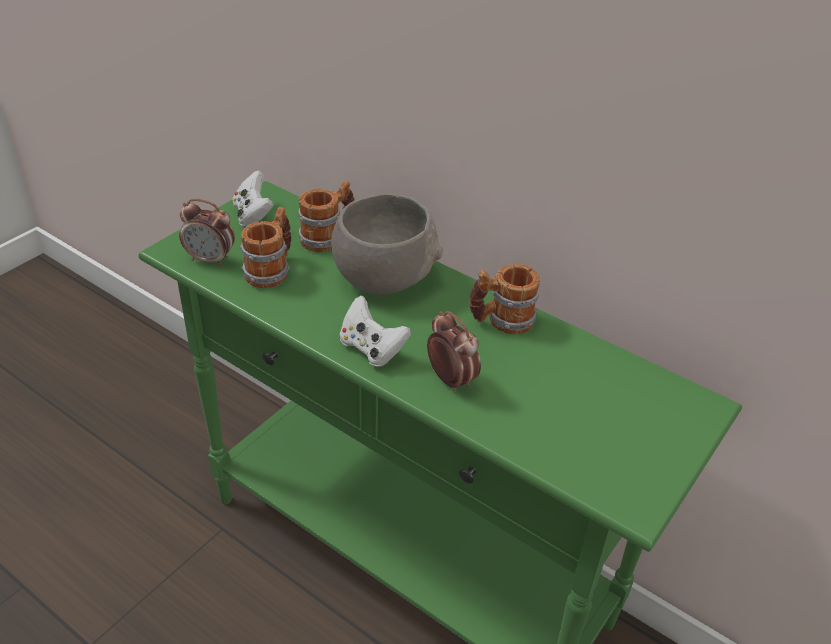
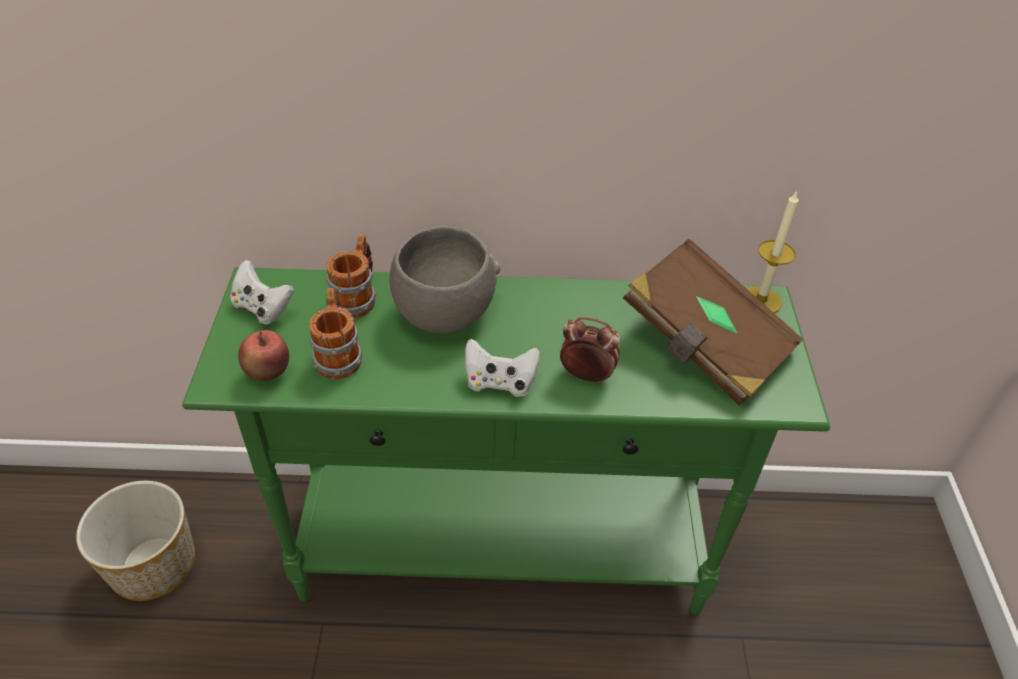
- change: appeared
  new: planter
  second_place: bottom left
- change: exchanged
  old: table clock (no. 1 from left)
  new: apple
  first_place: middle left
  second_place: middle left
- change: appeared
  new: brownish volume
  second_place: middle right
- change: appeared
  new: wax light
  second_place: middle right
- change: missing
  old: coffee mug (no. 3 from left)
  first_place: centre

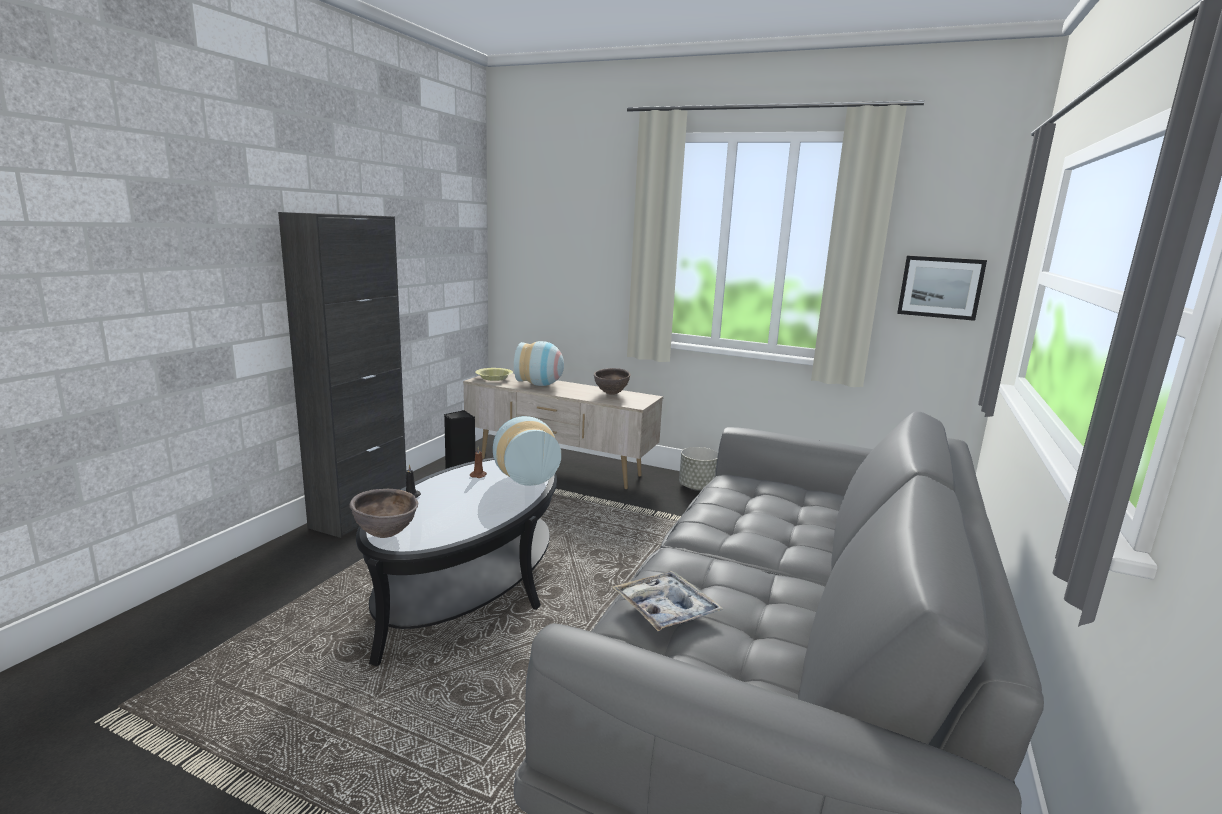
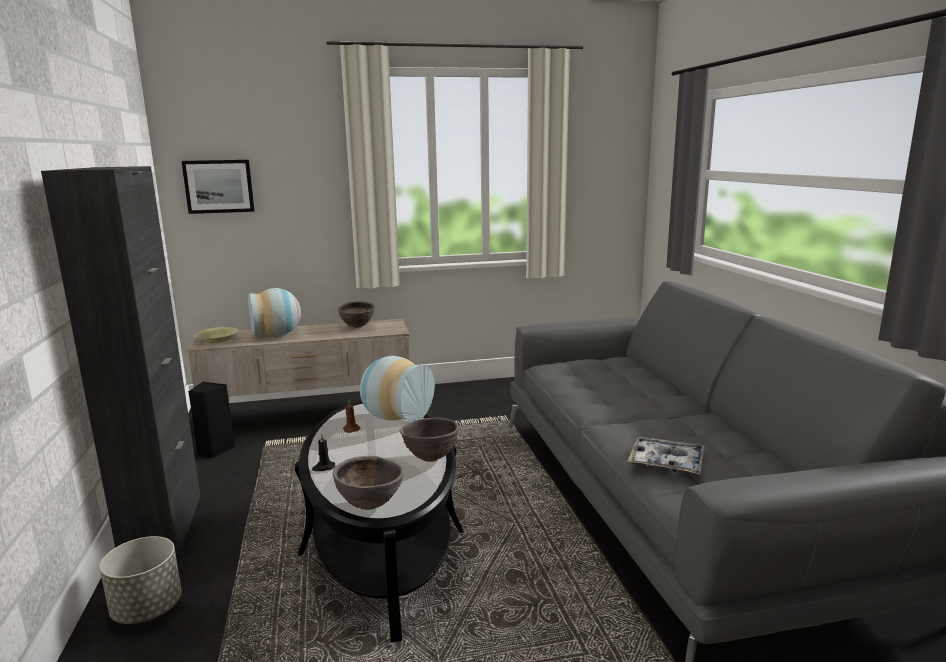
- change: relocated
  old: grey planter
  first_place: centre
  second_place: bottom left
- change: relocated
  old: wall picture
  first_place: middle right
  second_place: top left
- change: appeared
  new: brownish bowl (no. 3 from left)
  second_place: centre

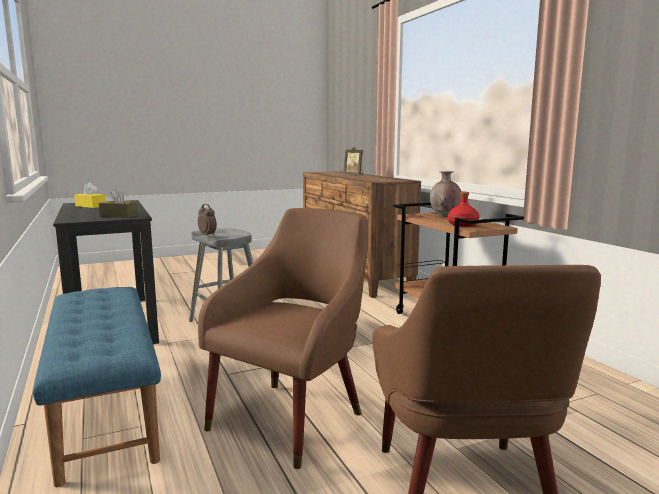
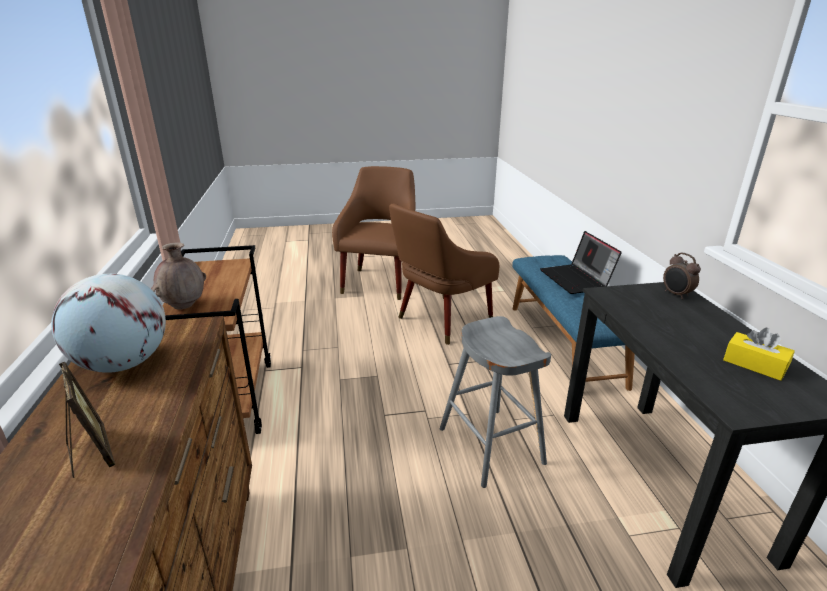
- change: appeared
  new: world globe
  second_place: middle left
- change: appeared
  new: laptop
  second_place: middle right
- change: relocated
  old: table clock
  first_place: middle left
  second_place: middle right
- change: missing
  old: brownish box of tissues
  first_place: middle left
- change: missing
  old: red-coloured bottle
  first_place: middle right

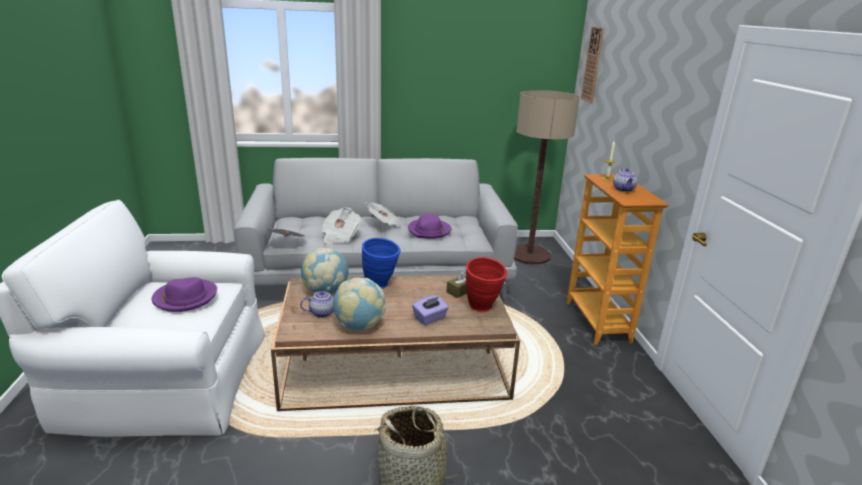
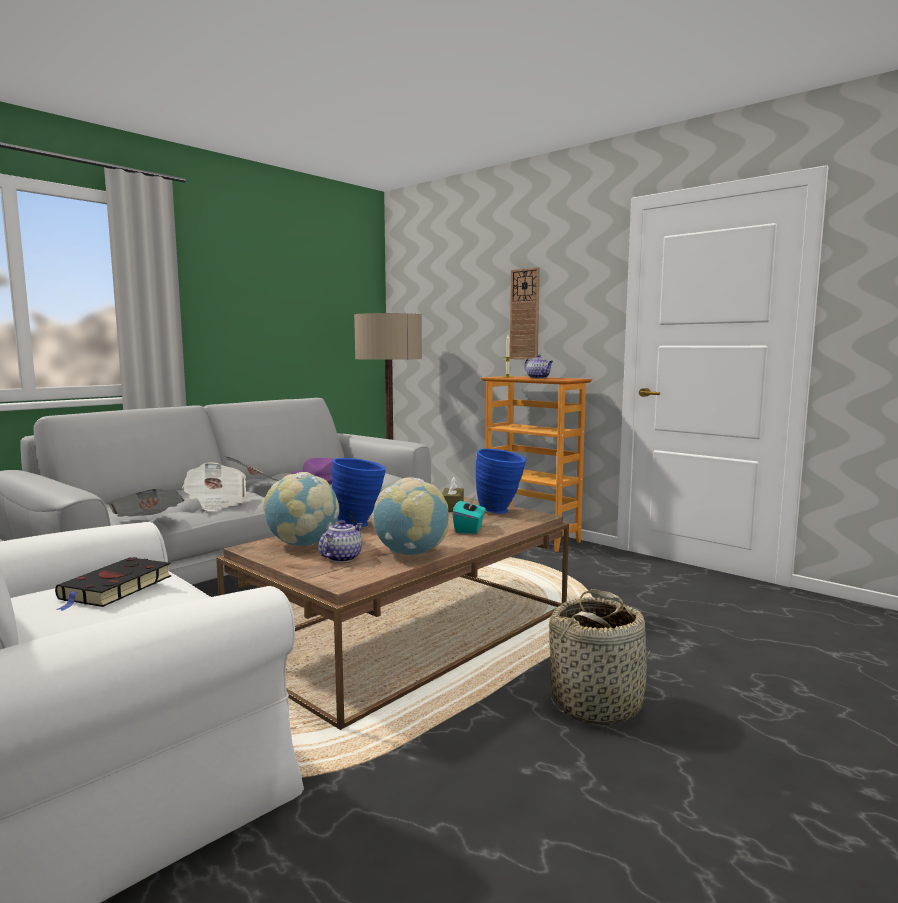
- change: exchanged
  old: purplish wearable hat (no. 1 from left)
  new: black volume
  first_place: middle left
  second_place: middle left
- change: colour
  old: purplish box of tissues
  new: turquoise-coloured box of tissues
  first_place: centre
  second_place: centre
- change: colour
  old: red-coloured flower vase
  new: blue-coloured flower vase (no. 2 from left)
  first_place: centre
  second_place: centre
- change: relocated
  old: clock on the wall
  first_place: top right
  second_place: centre

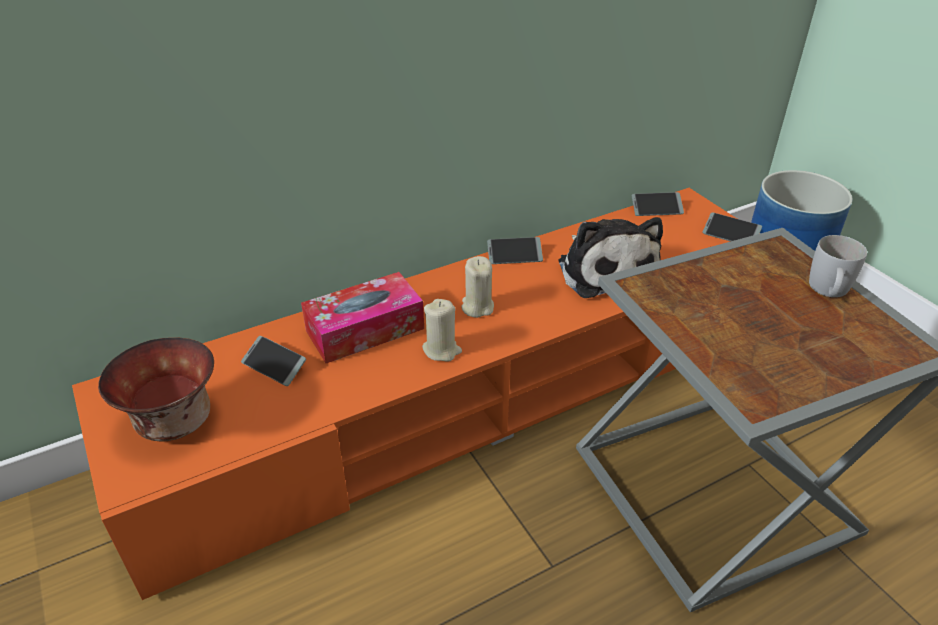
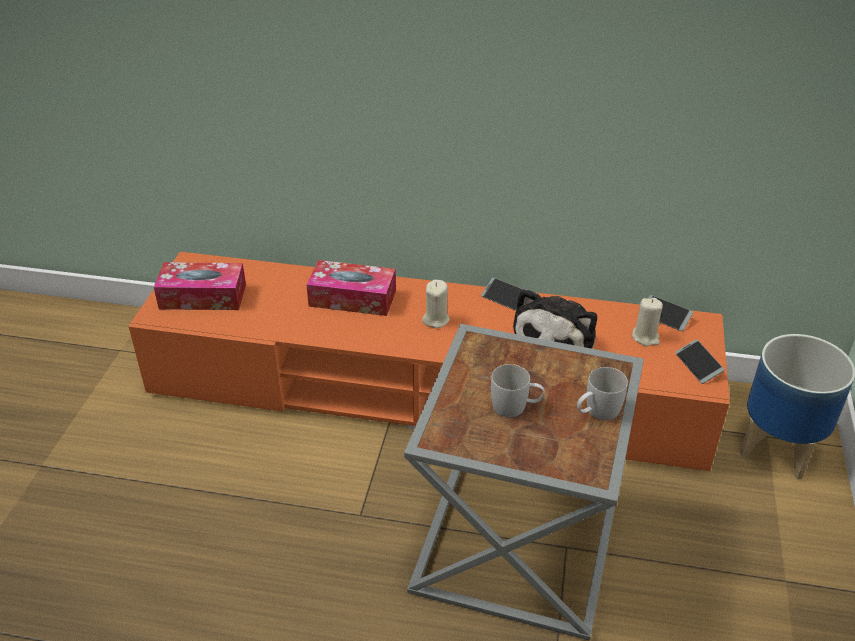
- change: exchanged
  old: bowl
  new: box of tissues (no. 1 from left)
  first_place: middle left
  second_place: middle left
- change: appeared
  new: white coffee mug (no. 1 from left)
  second_place: centre
- change: relocated
  old: beige-coloured wax light (no. 1 from left in the first image)
  new: beige-coloured wax light (no. 2 from left)
  first_place: centre
  second_place: middle right
- change: missing
  old: phone (no. 1 from left)
  first_place: middle left

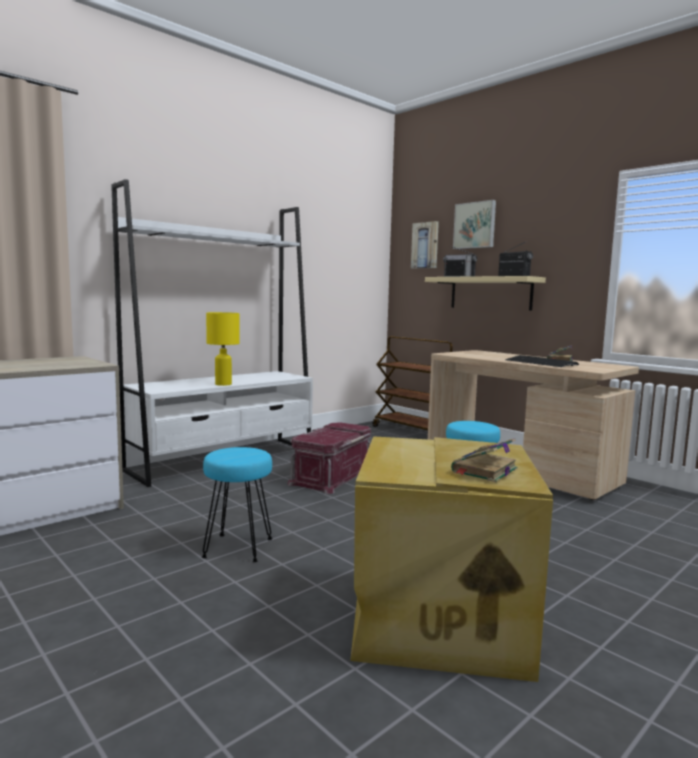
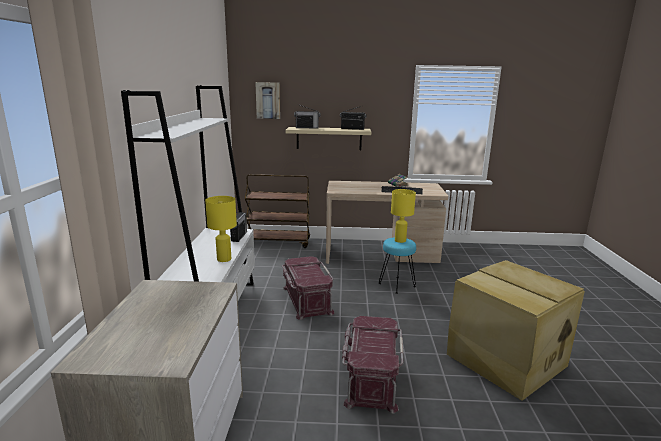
- change: appeared
  new: radio receiver (no. 1 from left)
  second_place: centre
- change: exchanged
  old: turquoise-coloured sitting stool (no. 1 from left)
  new: red-coloured storage container (no. 2 from left)
  first_place: centre
  second_place: bottom centre
- change: appeared
  new: yellow tabletop lamp (no. 2 from left)
  second_place: centre
- change: missing
  old: volume (no. 1 from left)
  first_place: middle right
- change: missing
  old: wall picture (no. 2 from left)
  first_place: top right

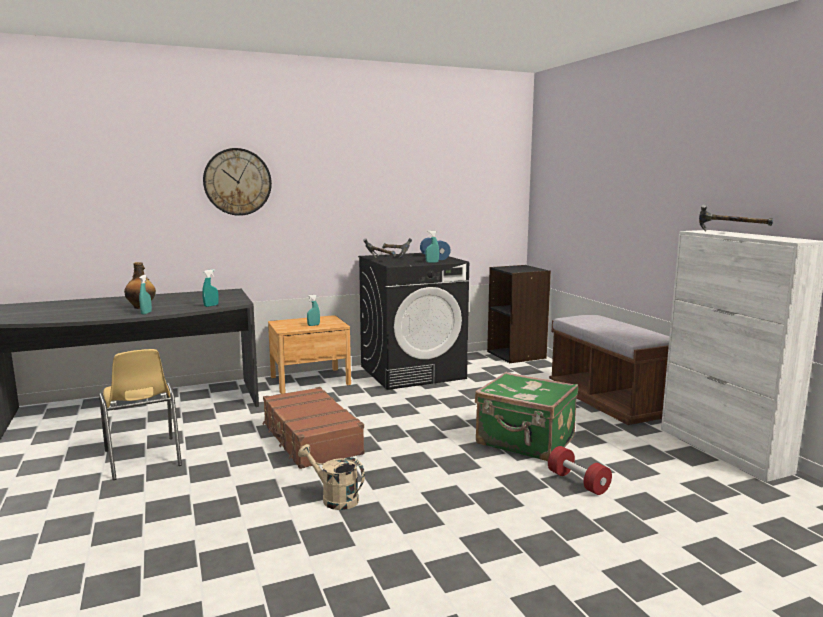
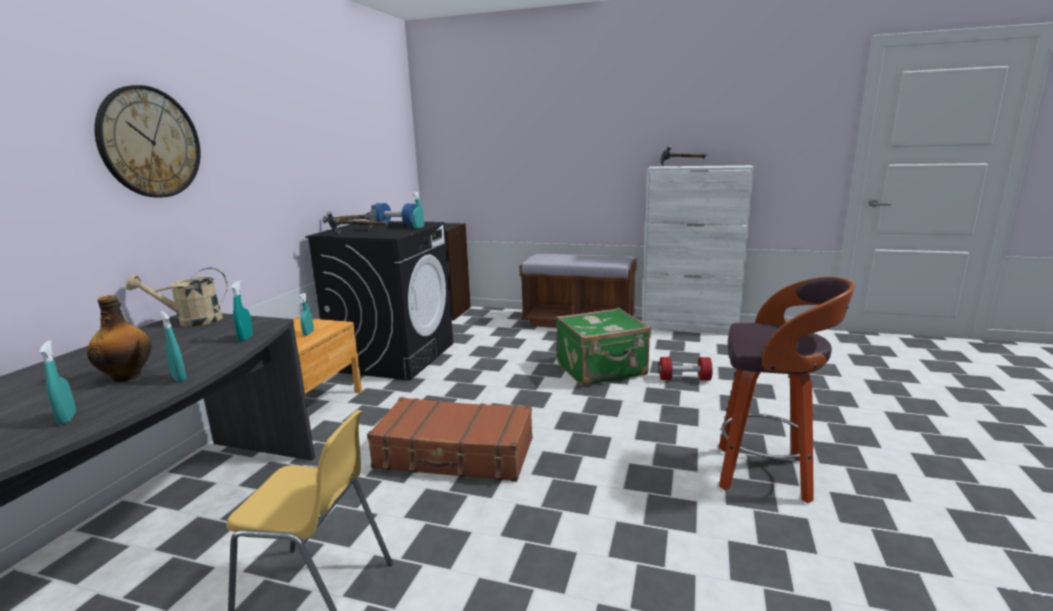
- change: appeared
  new: turquoise-coloured spray bottle (no. 1 from left)
  second_place: middle left
- change: relocated
  old: beige-coloured watering can
  first_place: bottom centre
  second_place: middle left
- change: appeared
  new: sitting stool
  second_place: middle right

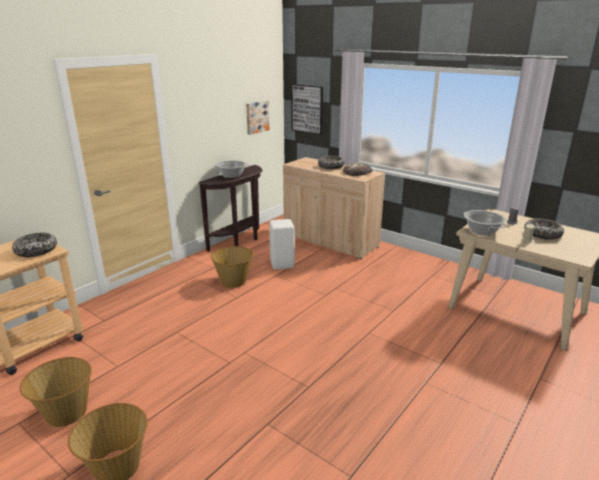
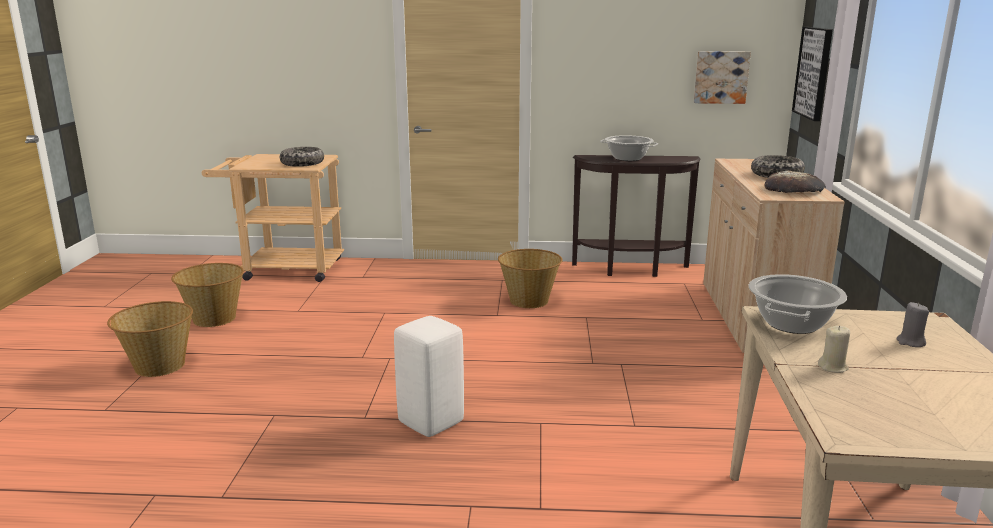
- change: relocated
  old: white sitting stool
  first_place: centre
  second_place: bottom centre
- change: missing
  old: bowl (no. 3 from left)
  first_place: middle right

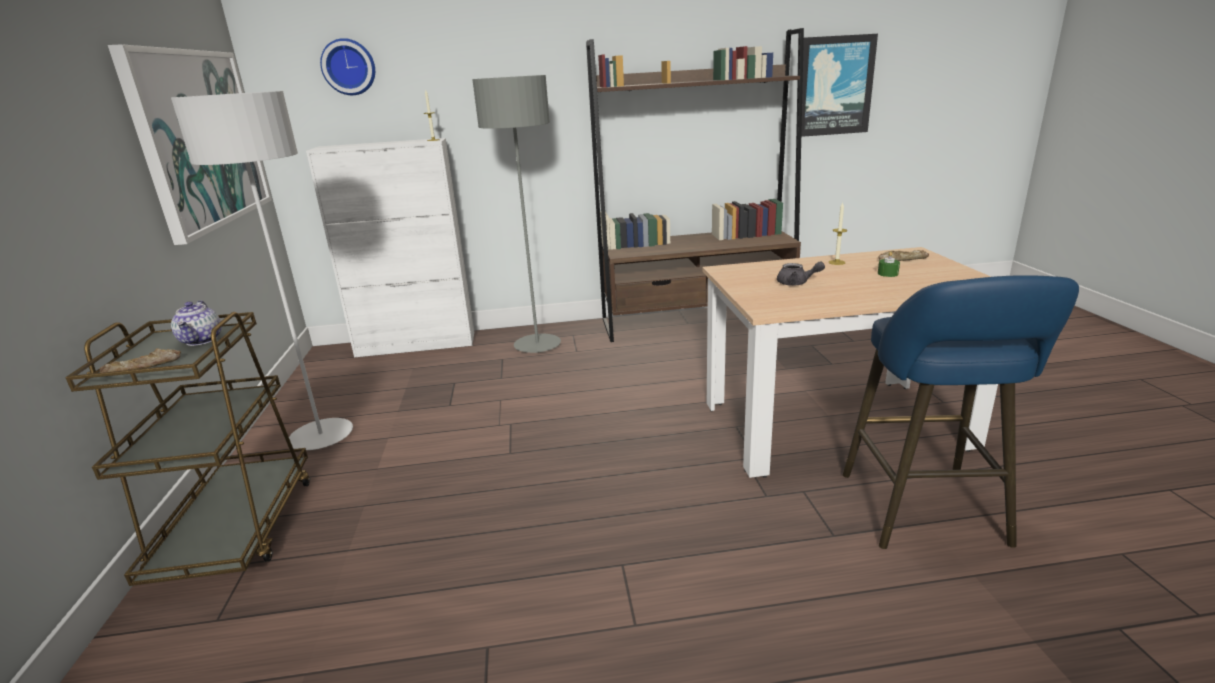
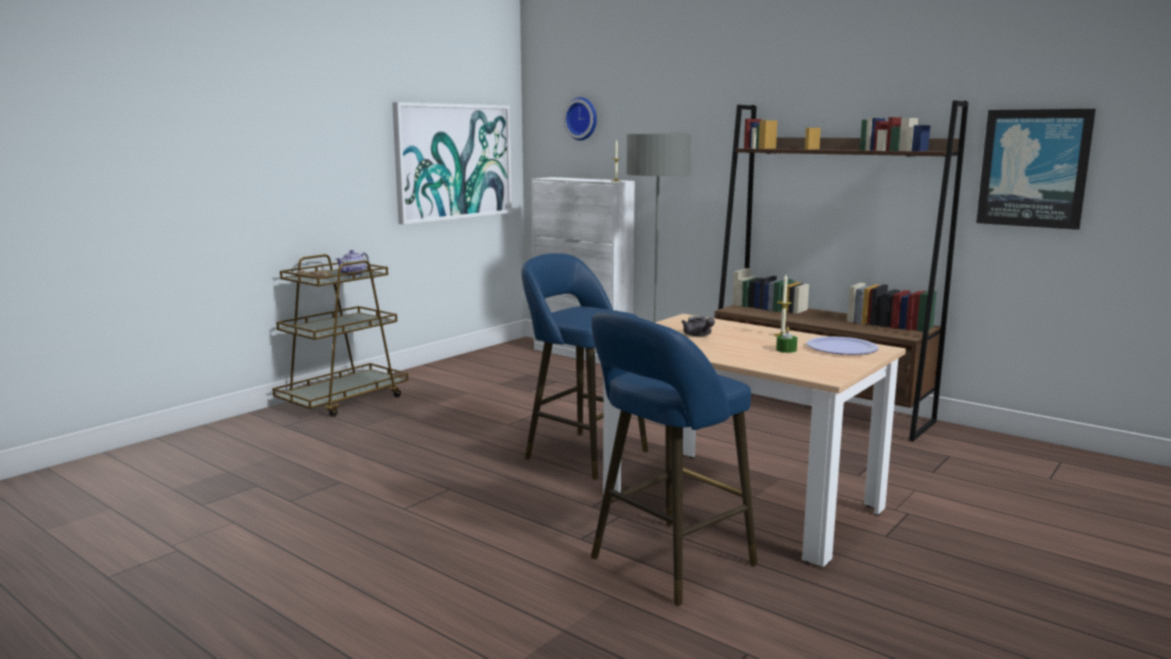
- change: appeared
  new: blue-coloured sitting stool (no. 1 from left)
  second_place: centre
- change: exchanged
  old: bread (no. 2 from left)
  new: dinner plate
  first_place: middle right
  second_place: middle right
- change: missing
  old: grey standing lamp (no. 1 from left)
  first_place: middle left

